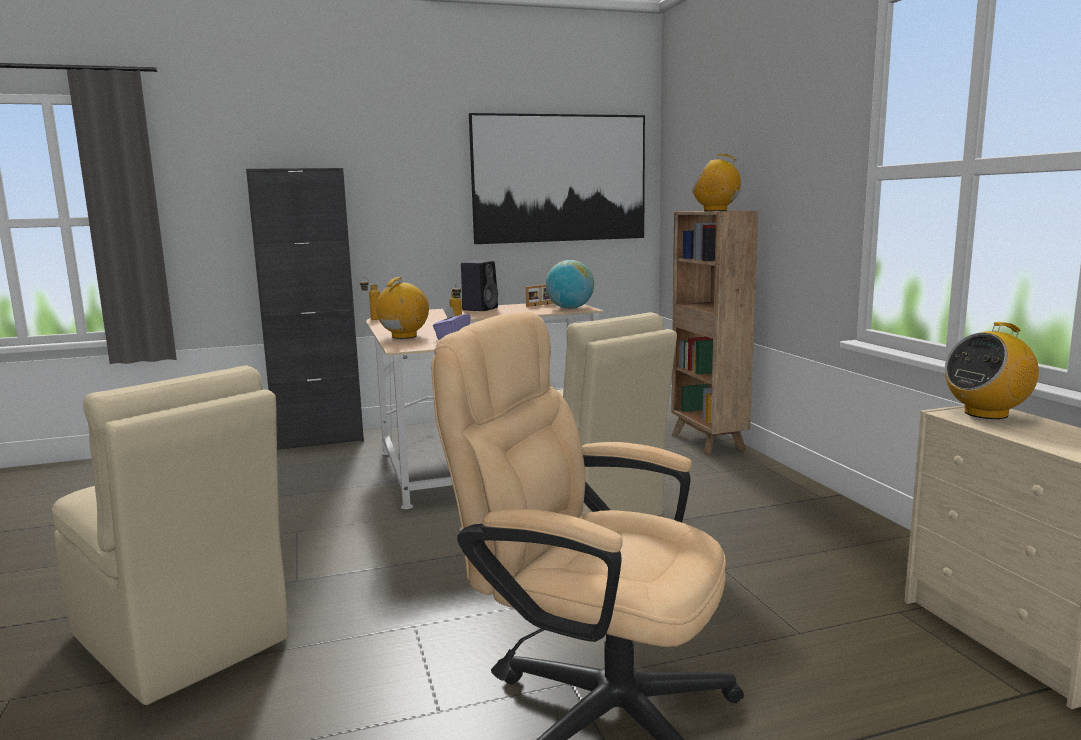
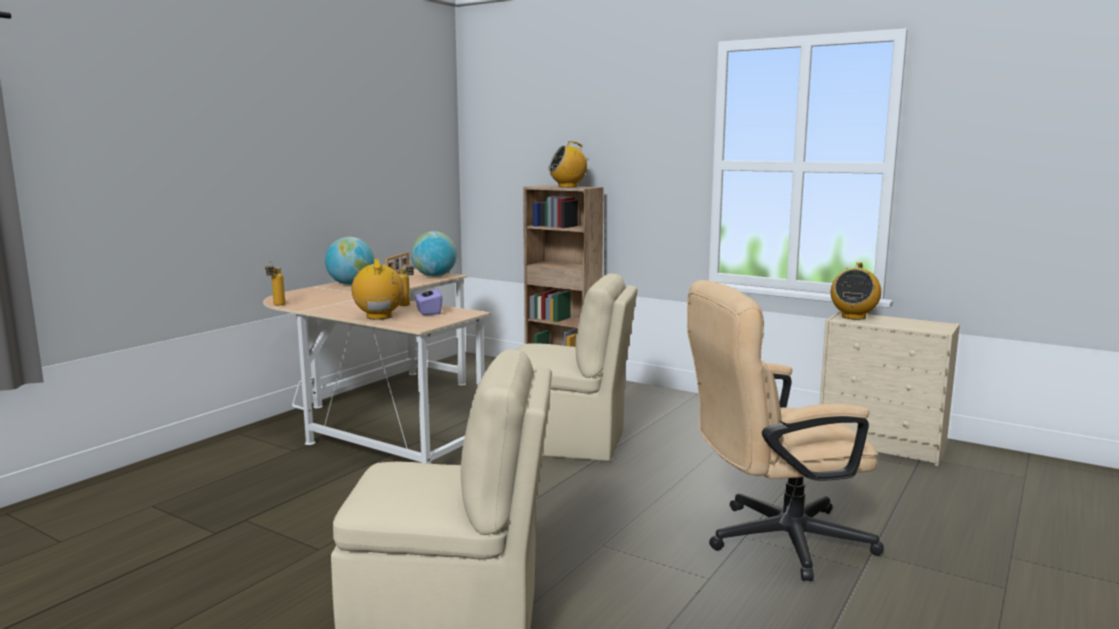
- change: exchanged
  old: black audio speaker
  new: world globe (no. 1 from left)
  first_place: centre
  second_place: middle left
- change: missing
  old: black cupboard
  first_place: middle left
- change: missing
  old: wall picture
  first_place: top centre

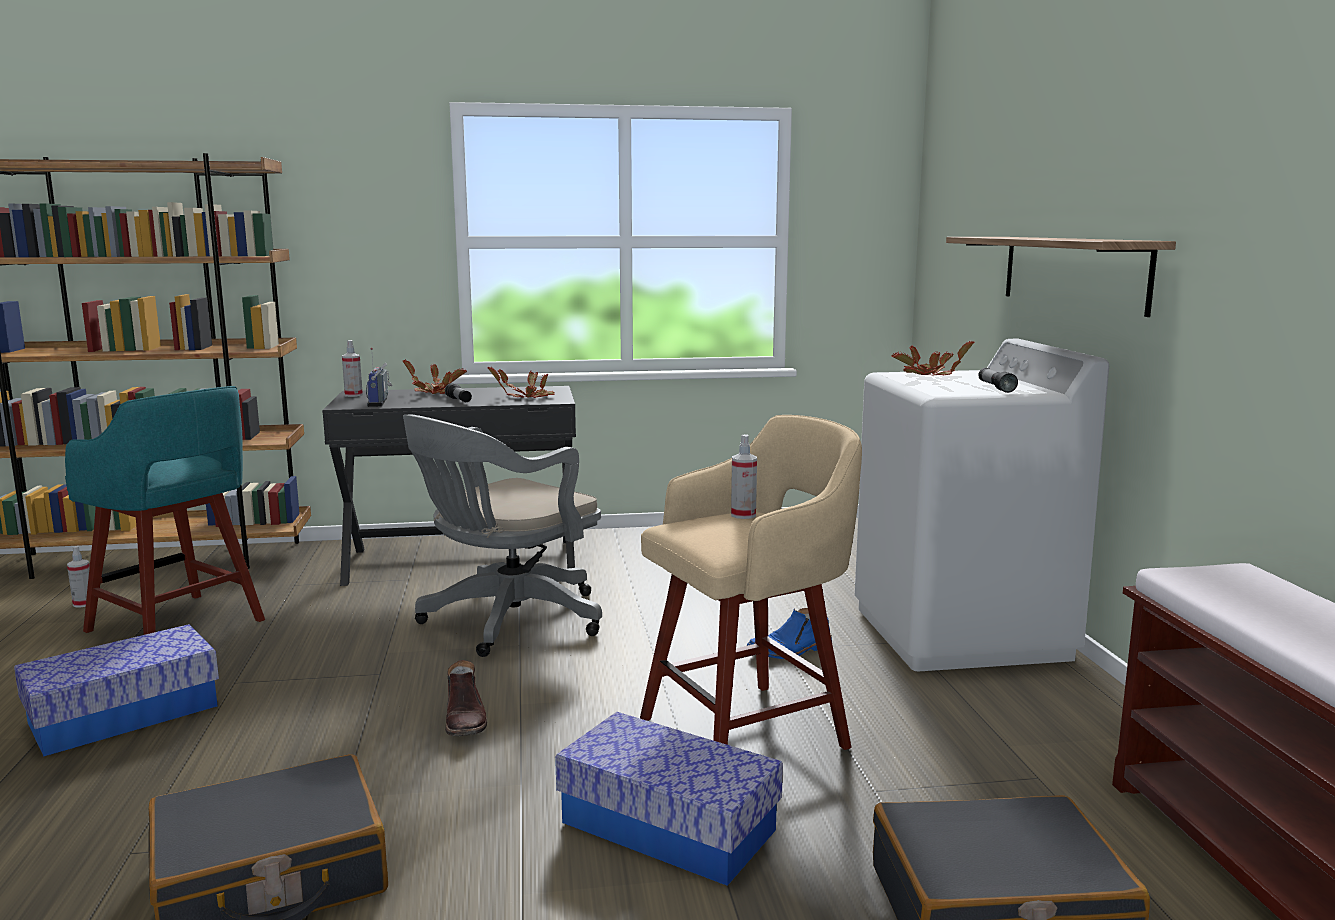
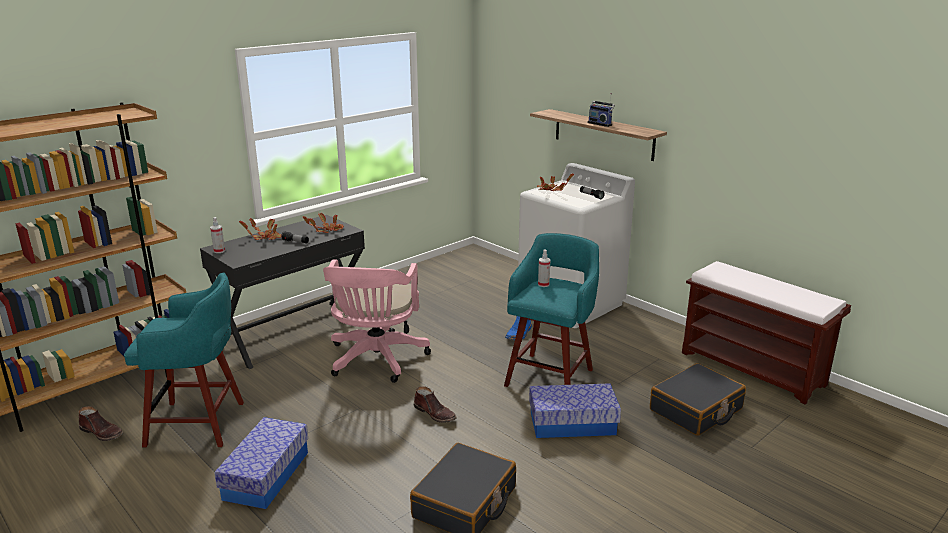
- change: exchanged
  old: spray bottle (no. 1 from left)
  new: brownish high-top boot (no. 1 from left)
  first_place: middle left
  second_place: bottom left
- change: colour
  old: grey office chair
  new: pink-coloured office chair
  first_place: centre
  second_place: centre
- change: colour
  old: beige-coloured sitting stool
  new: turquoise-coloured sitting stool (no. 2 from left)
  first_place: centre
  second_place: centre
- change: relocated
  old: radio receiver
  first_place: middle left
  second_place: top centre

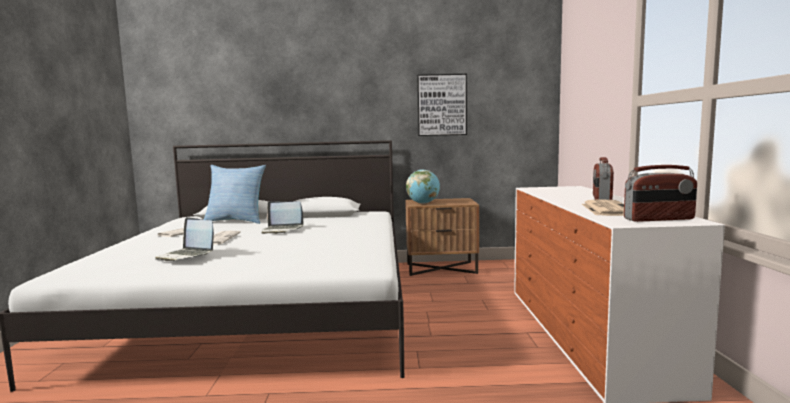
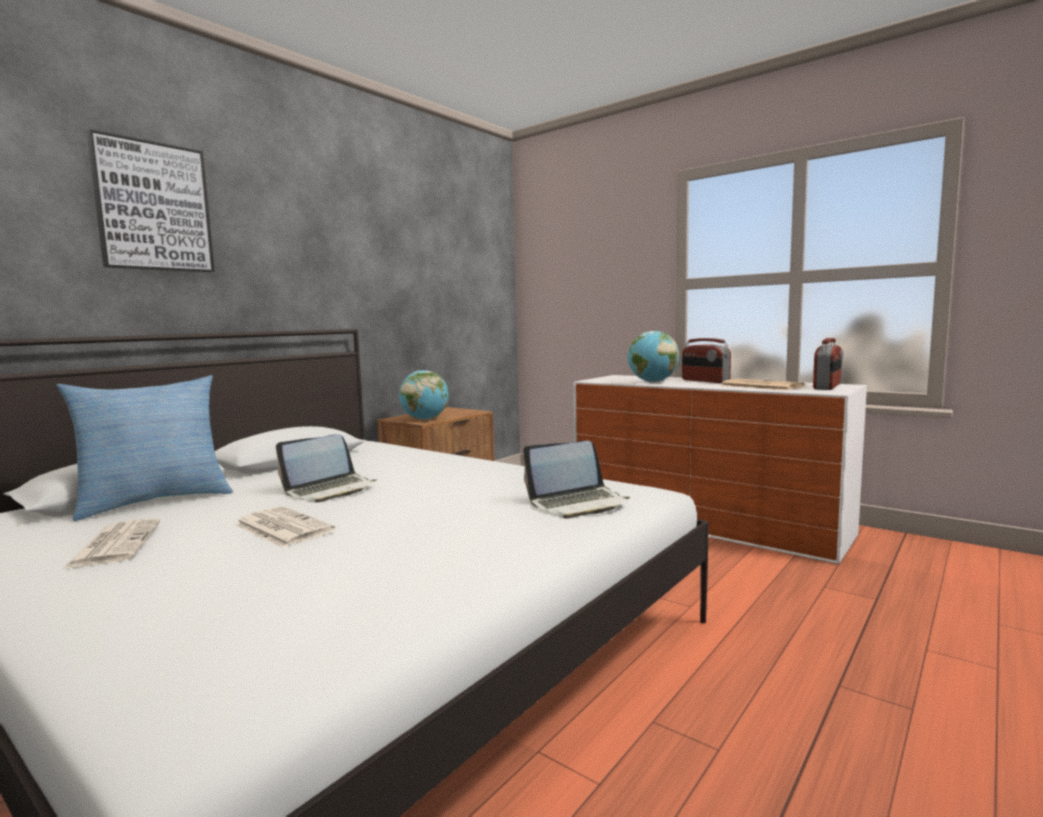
- change: relocated
  old: wall picture
  first_place: top centre
  second_place: top left
- change: relocated
  old: laptop (no. 1 from left in the first image)
  new: laptop (no. 2 from left)
  first_place: middle left
  second_place: centre
- change: appeared
  new: world globe (no. 2 from left)
  second_place: centre

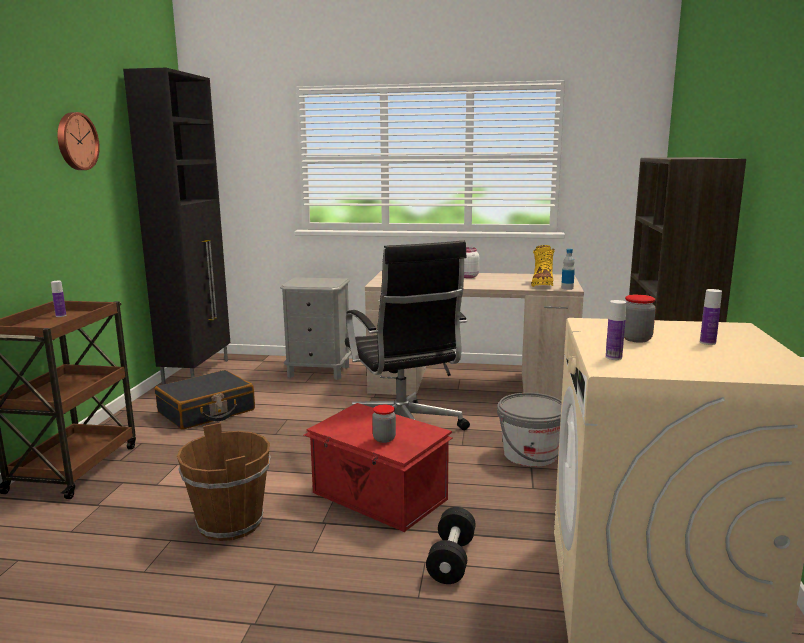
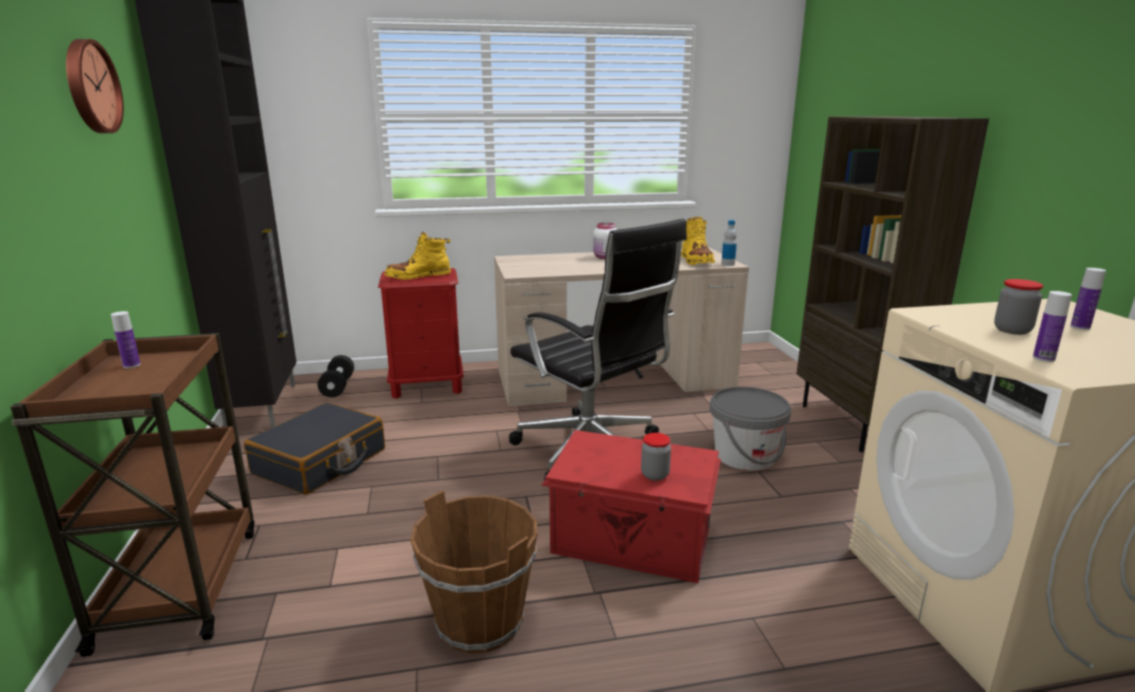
- change: relocated
  old: black free weight
  first_place: bottom centre
  second_place: middle left
- change: colour
  old: grey nightstand
  new: red-coloured nightstand
  first_place: centre
  second_place: centre
- change: appeared
  new: yellow high-top boot (no. 1 from left)
  second_place: centre

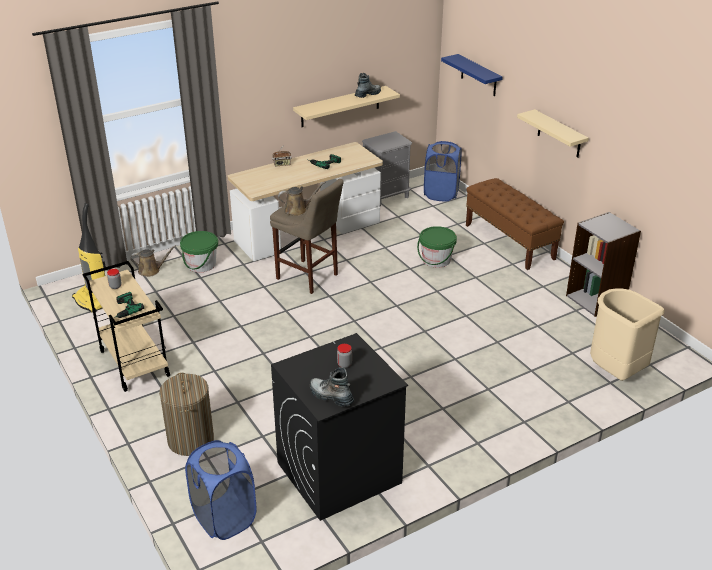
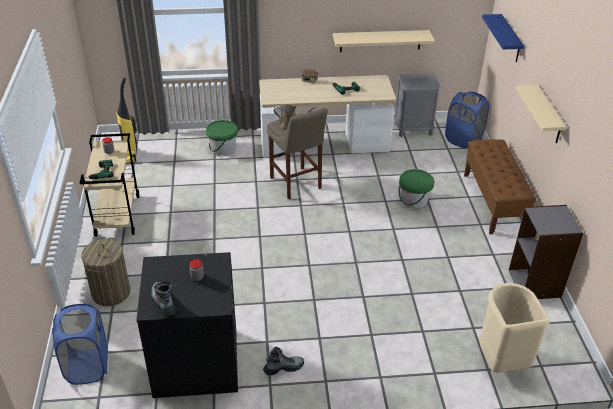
- change: relocated
  old: high-top boot (no. 2 from left)
  first_place: top centre
  second_place: bottom centre
- change: missing
  old: brownish watering can (no. 1 from left)
  first_place: middle left

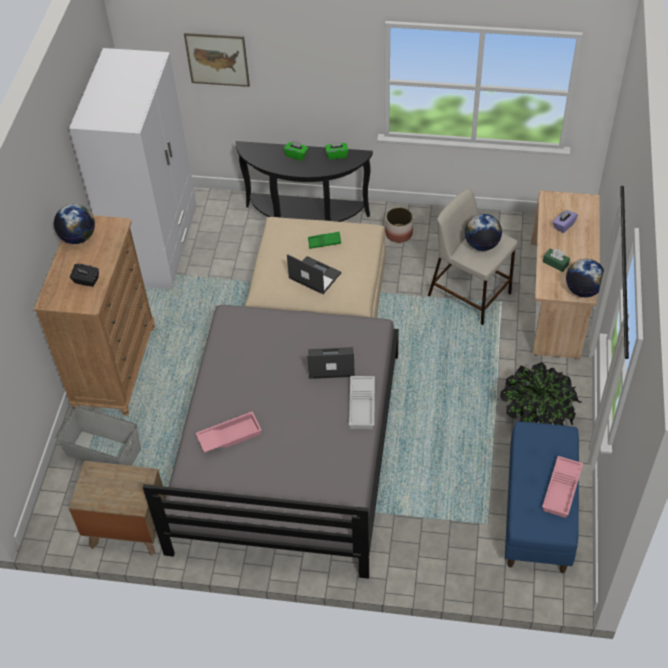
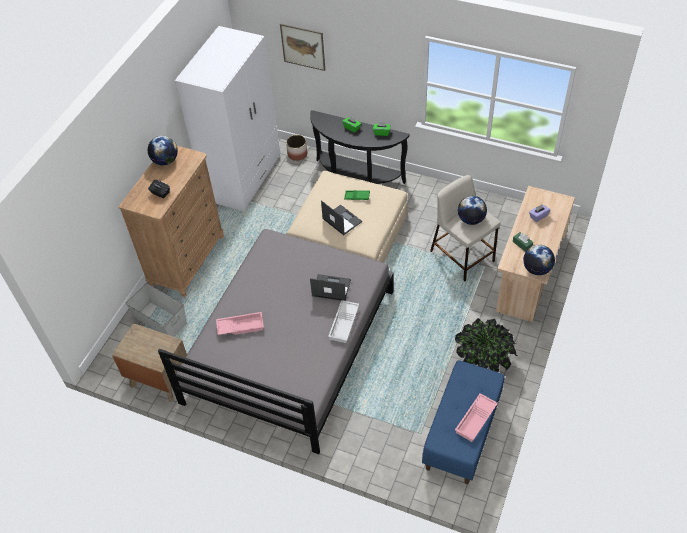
- change: relocated
  old: planter
  first_place: centre
  second_place: top centre

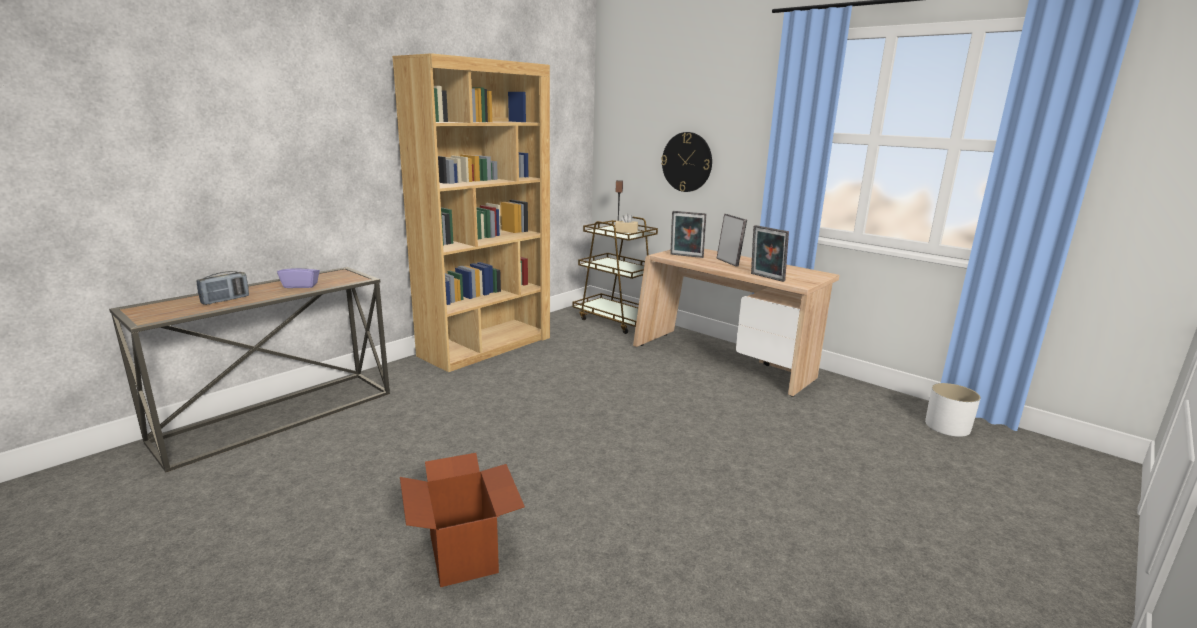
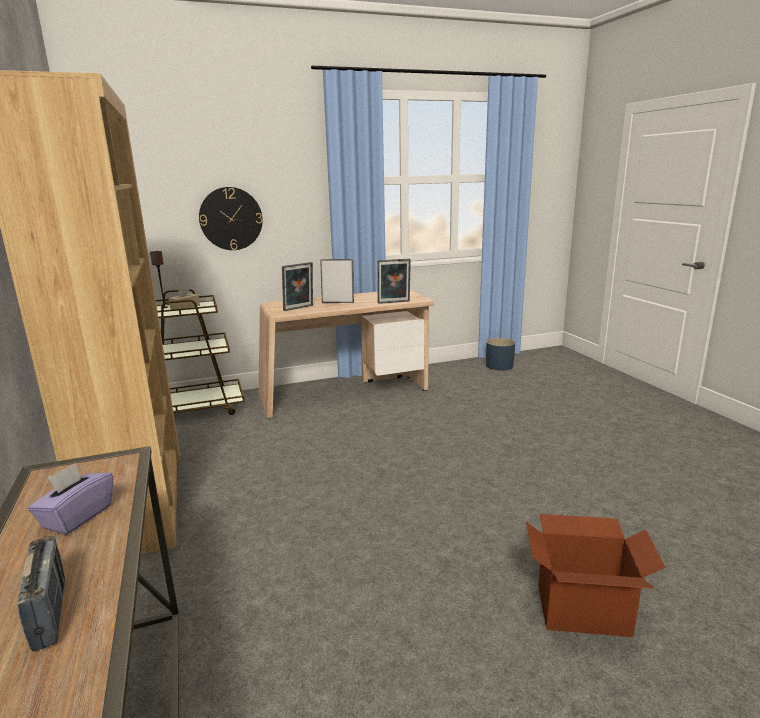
- change: colour
  old: white planter
  new: blue-coloured planter
  first_place: middle right
  second_place: centre

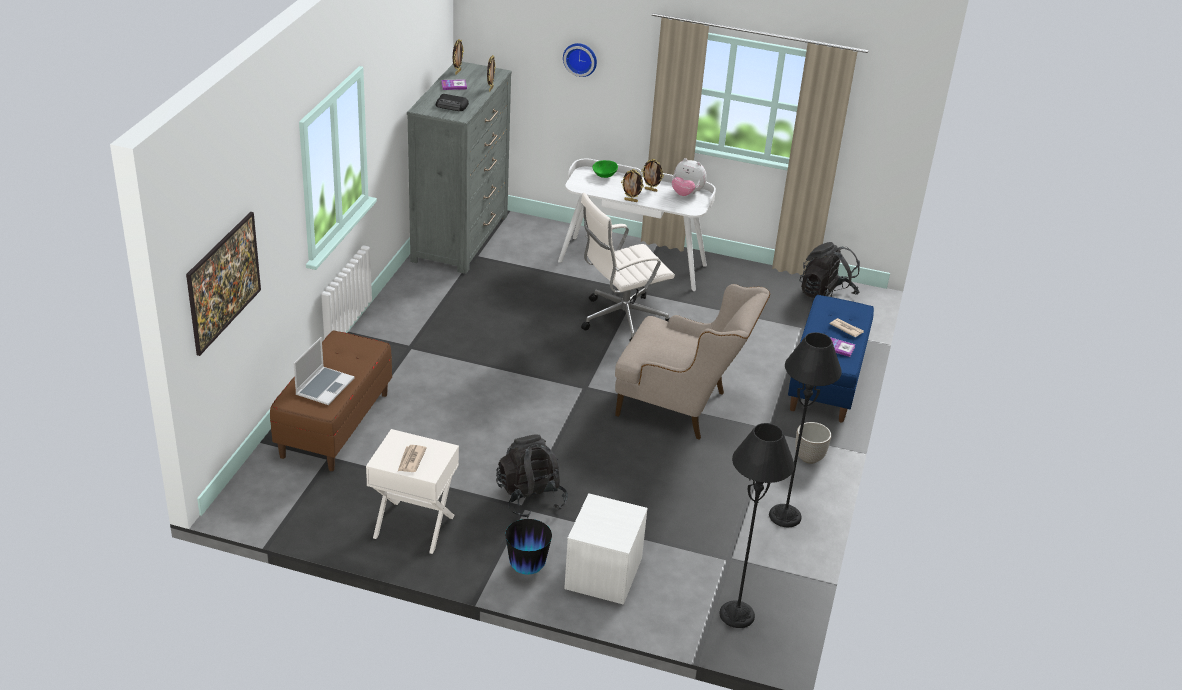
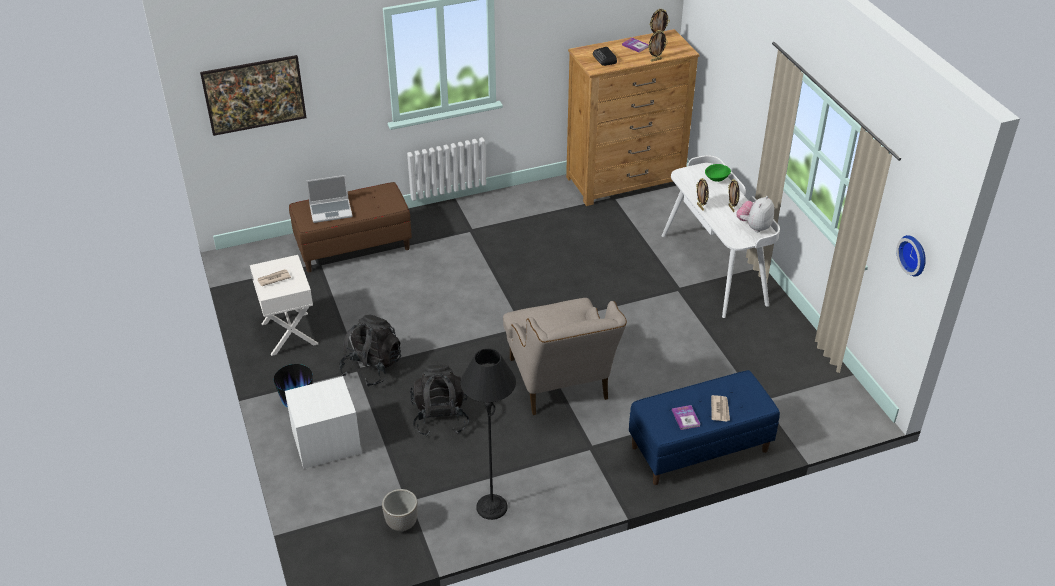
- change: relocated
  old: planter
  first_place: middle right
  second_place: bottom centre
- change: relocated
  old: black backpack (no. 2 from left)
  first_place: middle right
  second_place: bottom centre
- change: colour
  old: grey dresser
  new: brownish dresser
  first_place: top centre
  second_place: top centre
- change: spun
  old: soft toy
  first_place: top centre
  second_place: middle right
  degrees: 45
- change: relocated
  old: clock on the wall
  first_place: top centre
  second_place: middle right
- change: missing
  old: white office chair
  first_place: centre
- change: missing
  old: black standing lamp (no. 1 from left)
  first_place: bottom centre

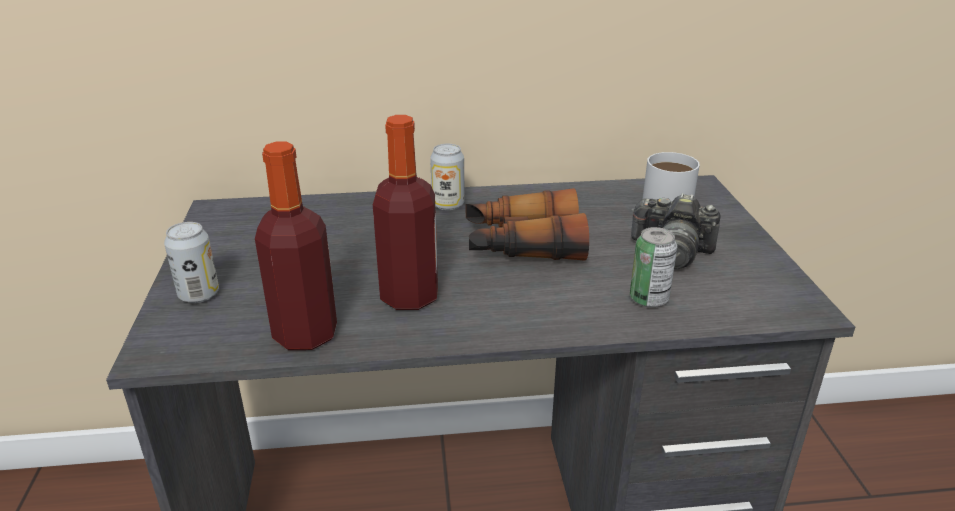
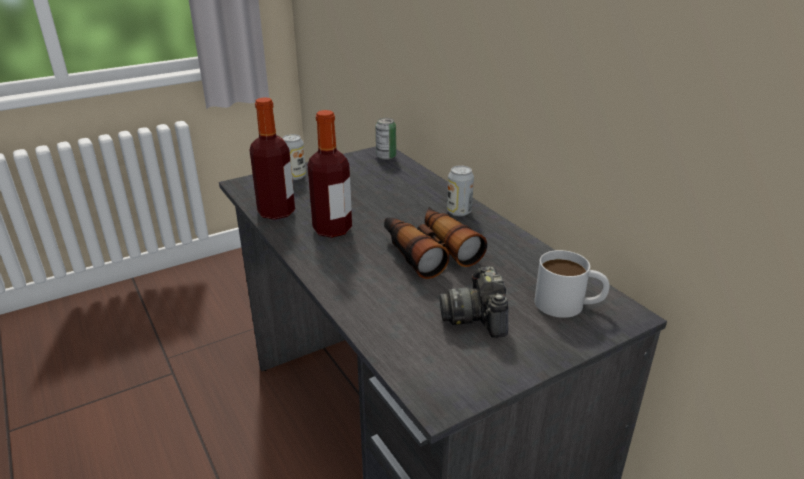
- change: relocated
  old: can (no. 3 from left in the first image)
  new: can (no. 2 from left)
  first_place: middle right
  second_place: top centre

